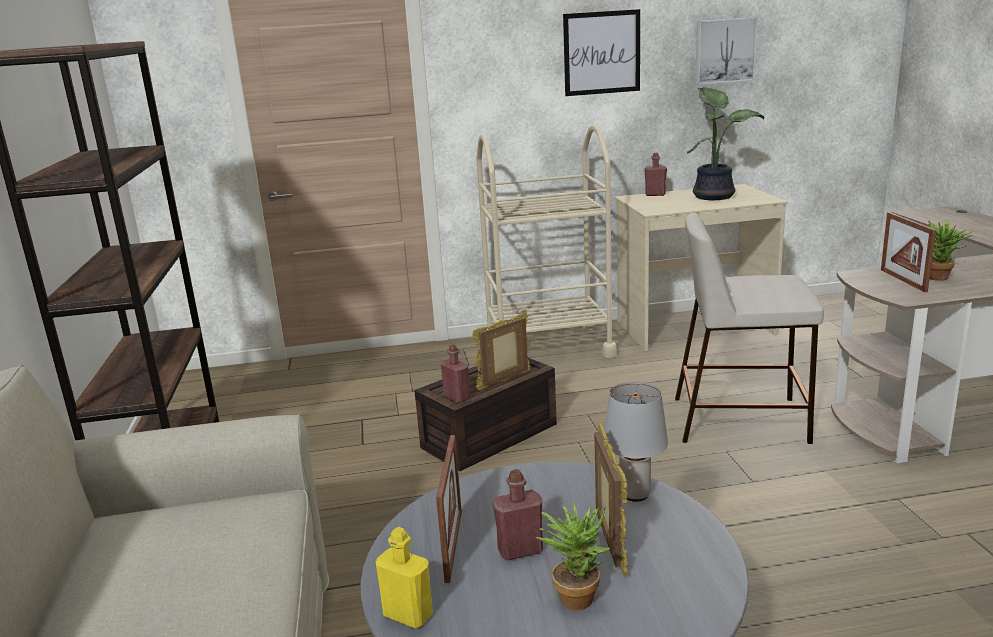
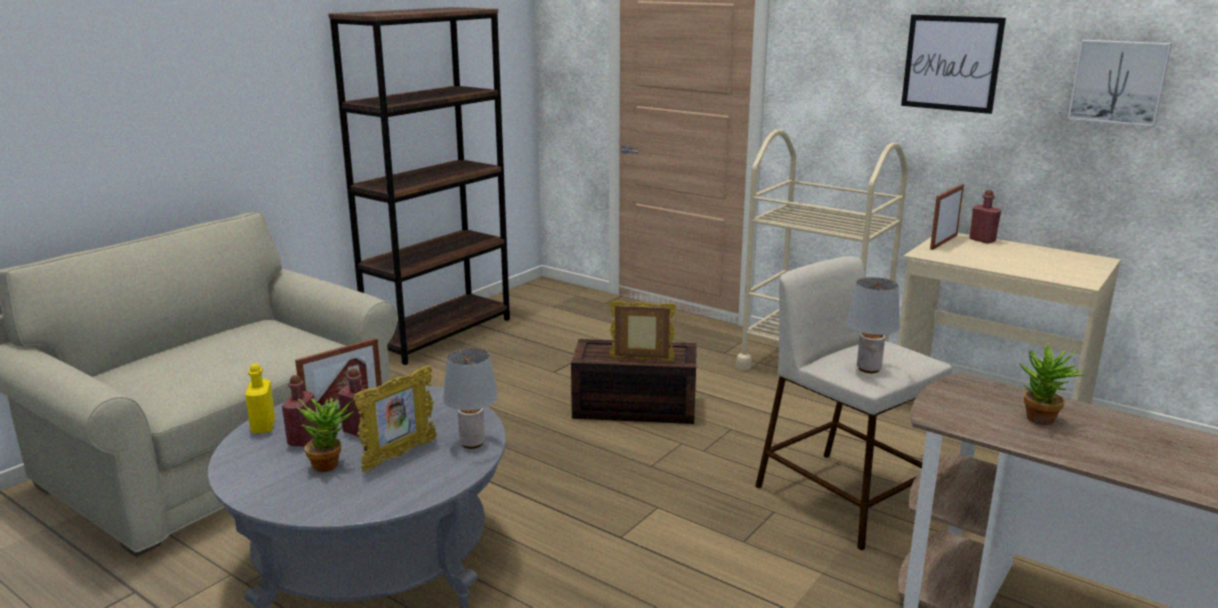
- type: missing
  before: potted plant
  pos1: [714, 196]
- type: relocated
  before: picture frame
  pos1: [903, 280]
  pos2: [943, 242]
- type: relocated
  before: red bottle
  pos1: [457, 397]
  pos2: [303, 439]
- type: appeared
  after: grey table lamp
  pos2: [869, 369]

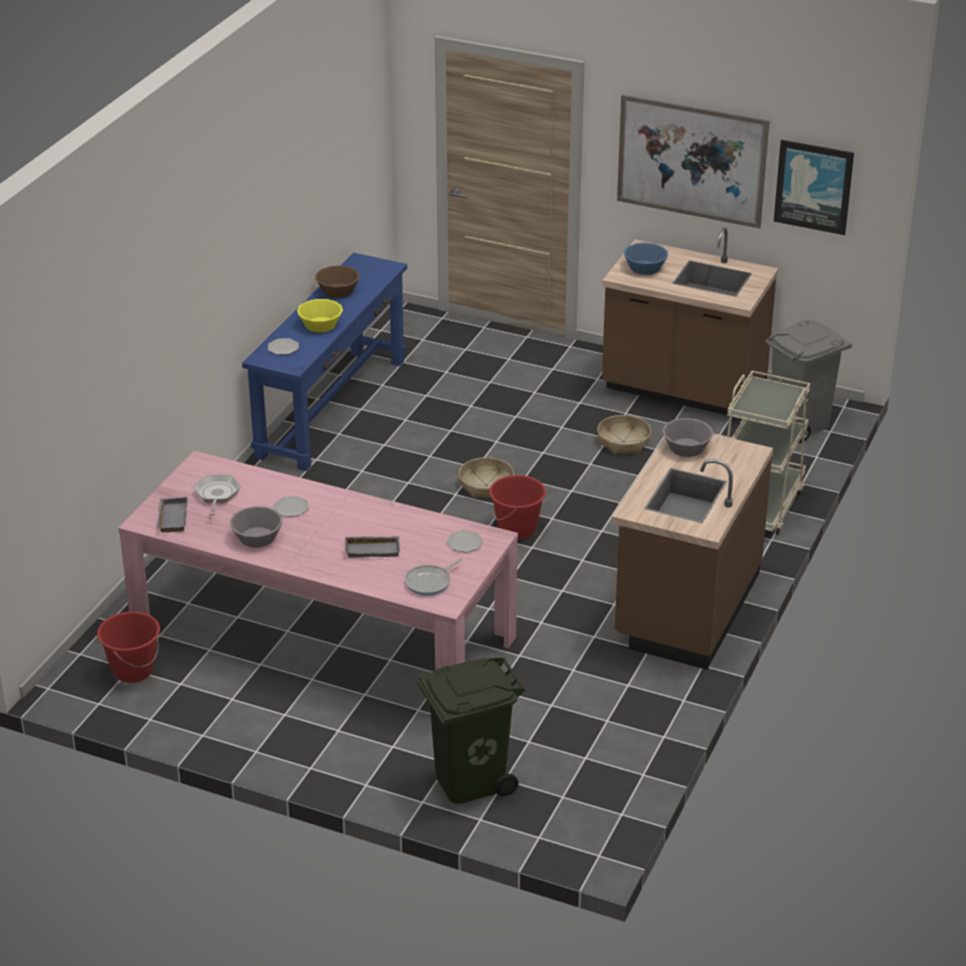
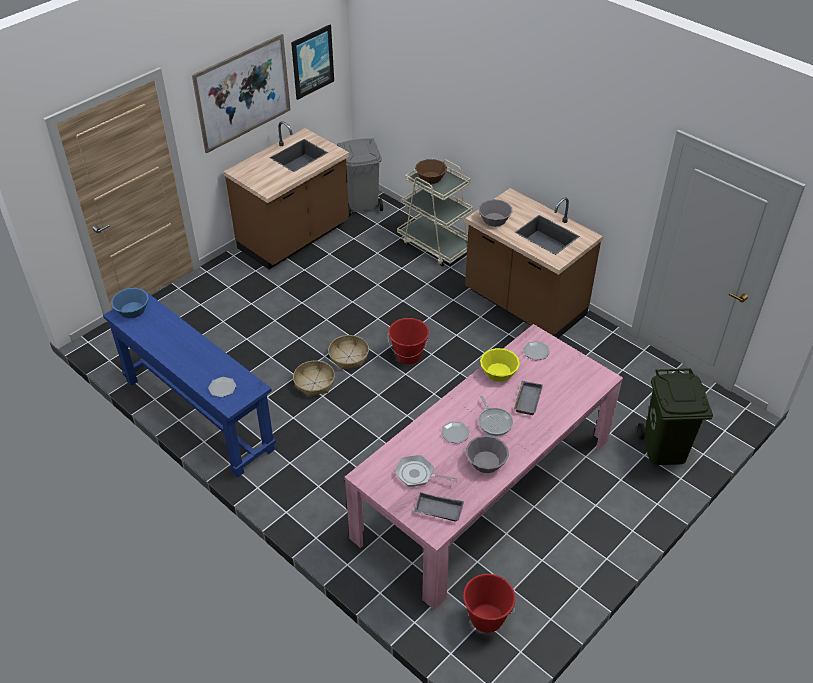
- type: relocated
  before: blue bowl
  pos1: [644, 267]
  pos2: [132, 310]
- type: relocated
  before: brown bowl
  pos1: [338, 290]
  pos2: [430, 177]
- type: relocated
  before: yellow bowl
  pos1: [320, 324]
  pos2: [499, 372]
- type: relocated
  before: basket
  pos1: [623, 441]
  pos2: [314, 383]
- type: relocated
  before: frying pan
  pos1: [430, 582]
  pos2: [494, 422]

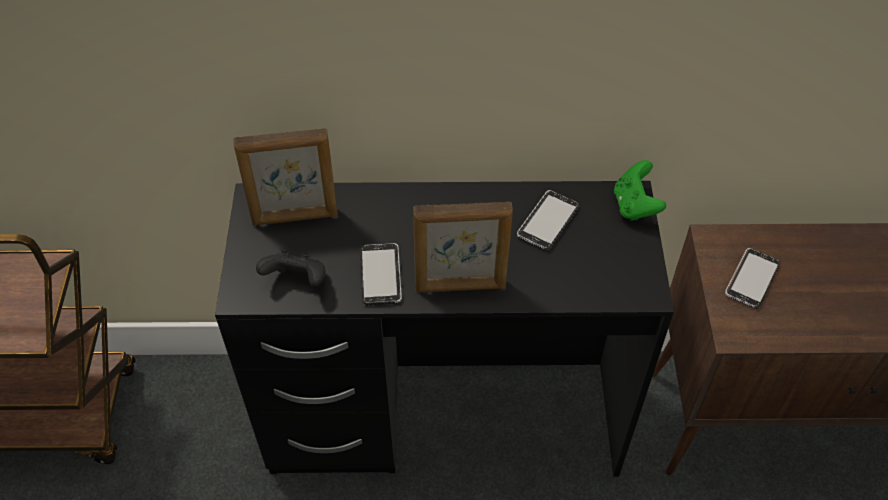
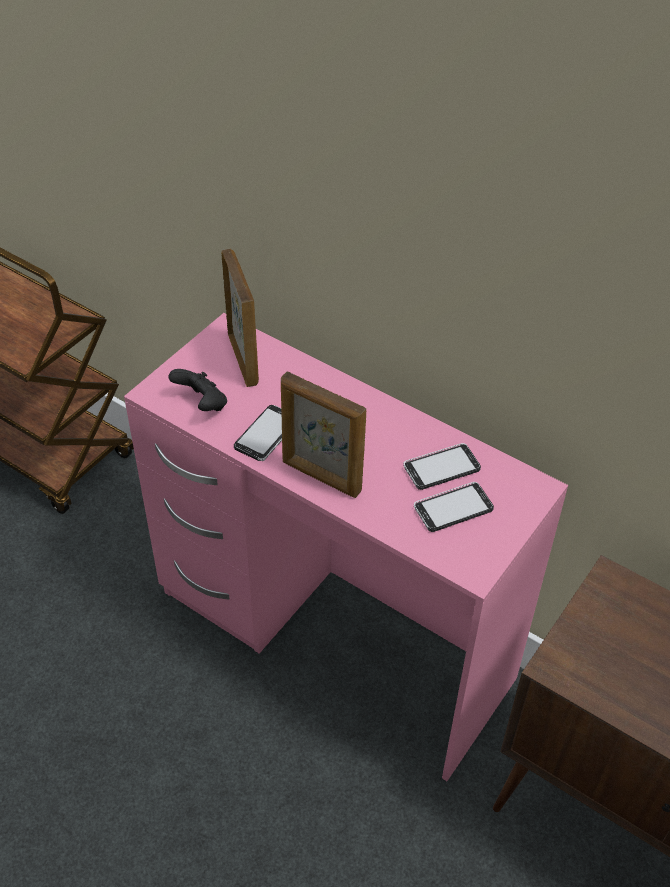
- type: spun
  before: picture frame
  pos1: [295, 217]
  pos2: [243, 359]
  turn: -135
- type: missing
  before: green game controller
  pos1: [635, 206]
- type: colour
  before: black desk
  after: pink desk
  pos1: [444, 417]
  pos2: [335, 635]
- type: relocated
  before: phone
  pos1: [752, 279]
  pos2: [453, 508]

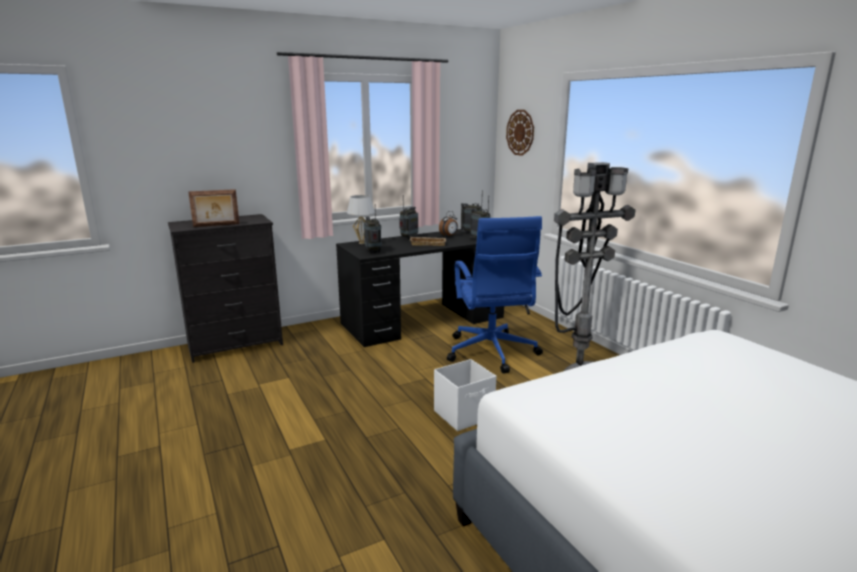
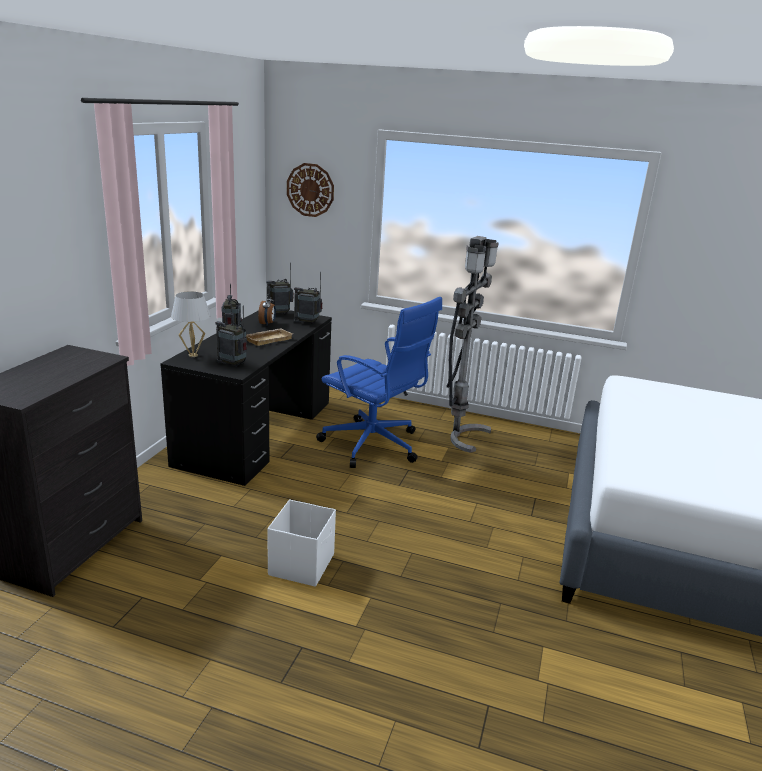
- type: missing
  before: picture frame
  pos1: [216, 225]
- type: relocated
  before: white storage box
  pos1: [464, 414]
  pos2: [302, 564]

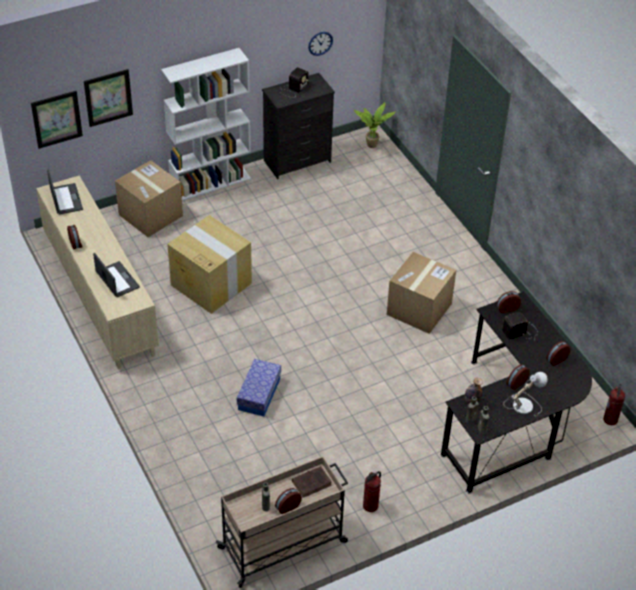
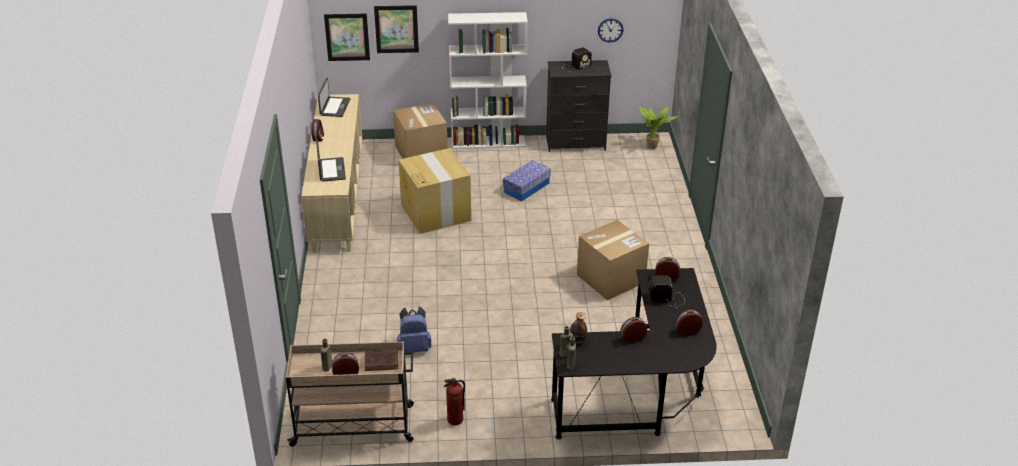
- type: relocated
  before: storage box
  pos1: [259, 394]
  pos2: [526, 187]
- type: missing
  before: table lamp
  pos1: [522, 404]
- type: missing
  before: fire extinguisher
  pos1: [610, 420]
- type: appeared
  after: blue backpack
  pos2: [414, 347]

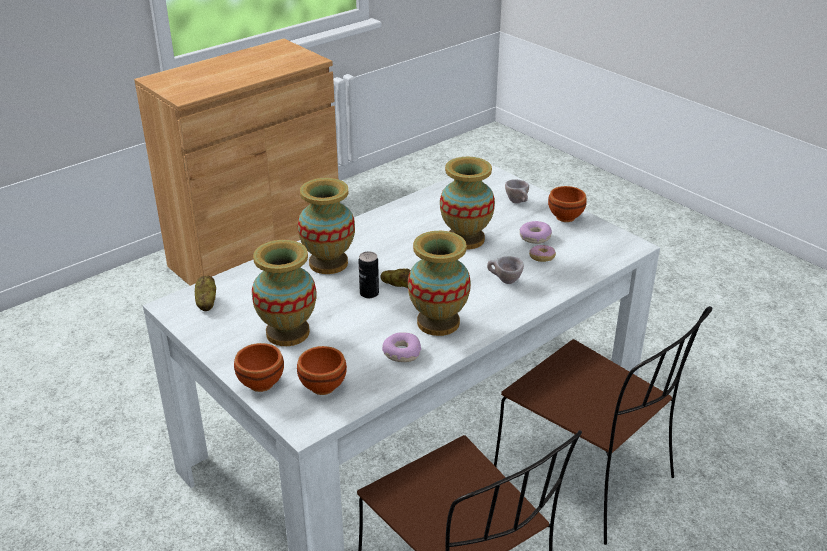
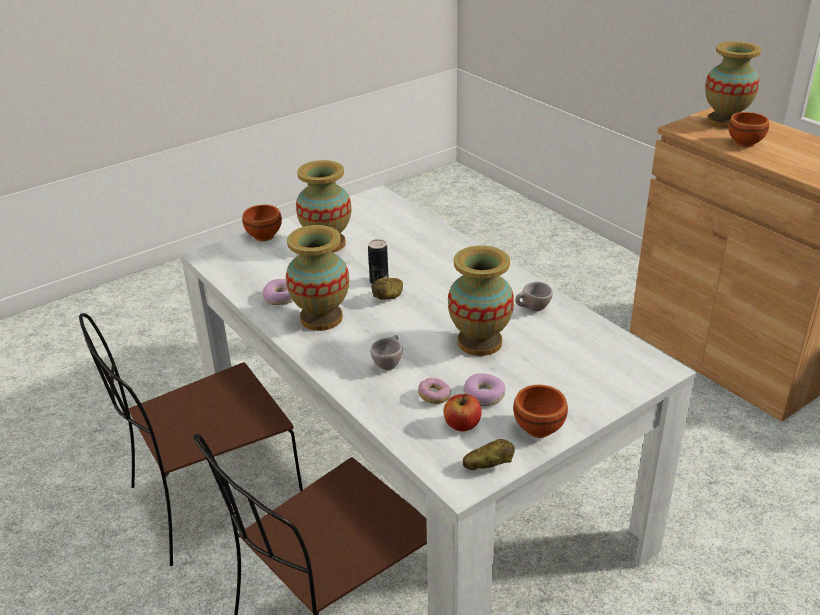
- type: relocated
  before: vase
  pos1: [328, 263]
  pos2: [724, 121]
- type: relocated
  before: beige cup
  pos1: [518, 202]
  pos2: [532, 310]
- type: relocated
  before: potato
  pos1: [206, 302]
  pos2: [488, 465]
- type: relocated
  before: brown bowl
  pos1: [322, 386]
  pos2: [745, 143]
- type: appeared
  after: apple
  pos2: [462, 424]

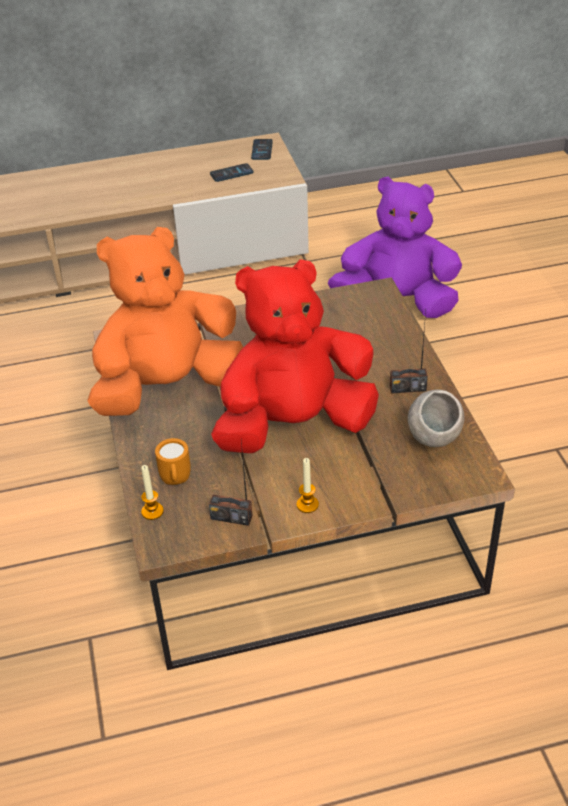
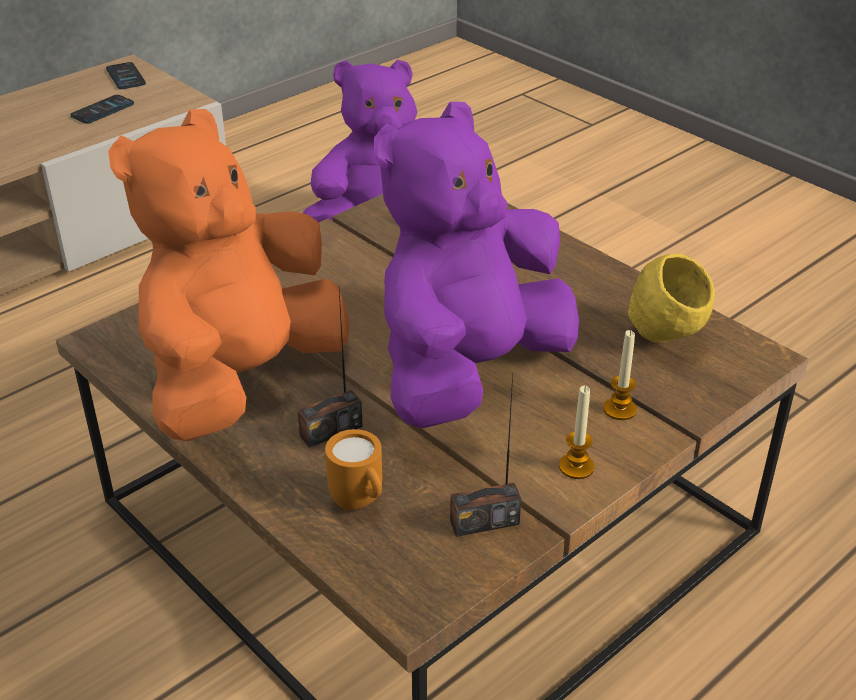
- type: colour
  before: red plush toy
  after: purple plush toy
  pos1: [294, 425]
  pos2: [469, 372]
- type: relocated
  before: radio
  pos1: [407, 388]
  pos2: [331, 431]
- type: colour
  before: grey bowl
  after: yellow bowl
  pos1: [433, 443]
  pos2: [665, 337]
- type: relocated
  before: candle
  pos1: [152, 511]
  pos2: [619, 409]

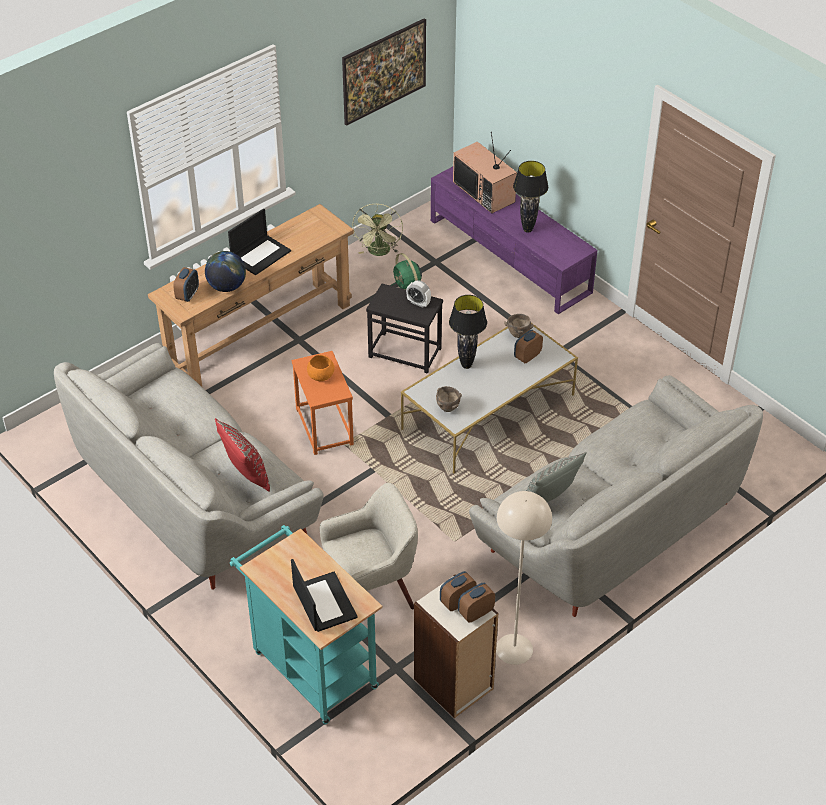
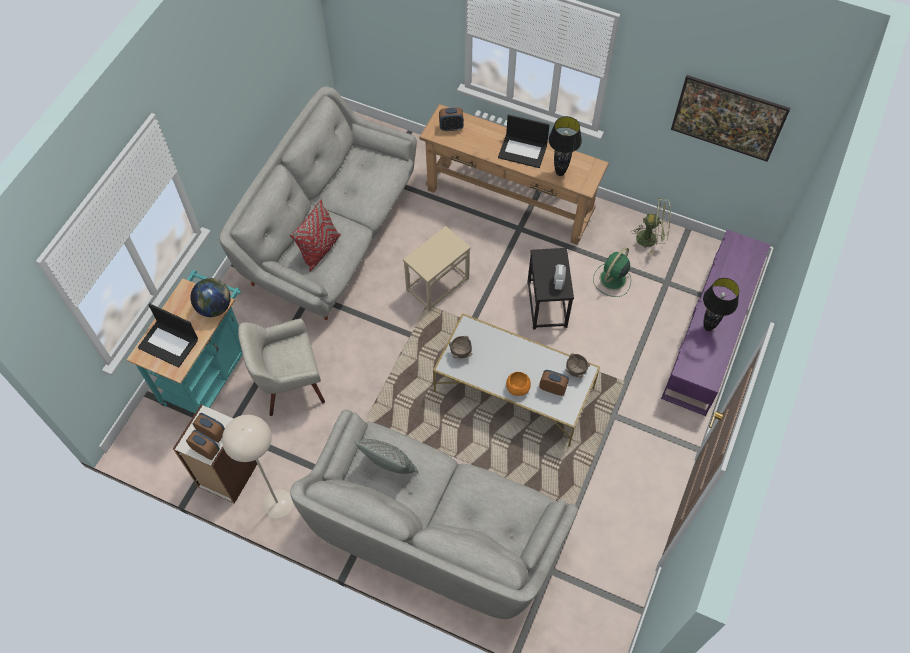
- type: missing
  before: television
  pos1: [485, 192]
- type: spun
  before: green fan
  pos1: [379, 252]
  pos2: [651, 238]
  turn: -150
- type: relocated
  before: globe
  pos1: [227, 287]
  pos2: [215, 307]
- type: relocated
  before: black table lamp
  pos1: [466, 365]
  pos2: [560, 173]
- type: colour
  before: orange side table
  after: beige side table
  pos1: [323, 427]
  pos2: [437, 284]
- type: relocated
  before: orange bowl
  pos1: [320, 376]
  pos2: [517, 388]
- type: spun
  before: beige armchair
  pos1: [371, 593]
  pos2: [290, 385]
  turn: 120
- type: spun
  before: laptop
  pos1: [323, 602]
  pos2: [169, 343]
  turn: 75

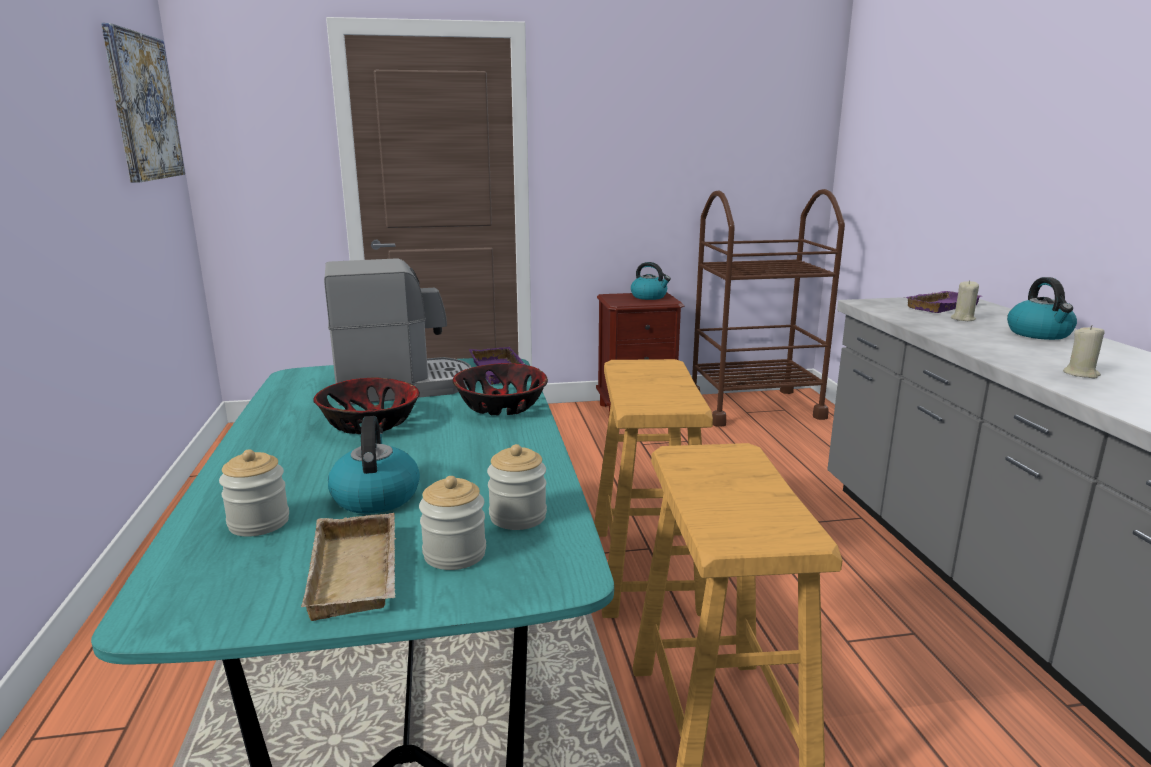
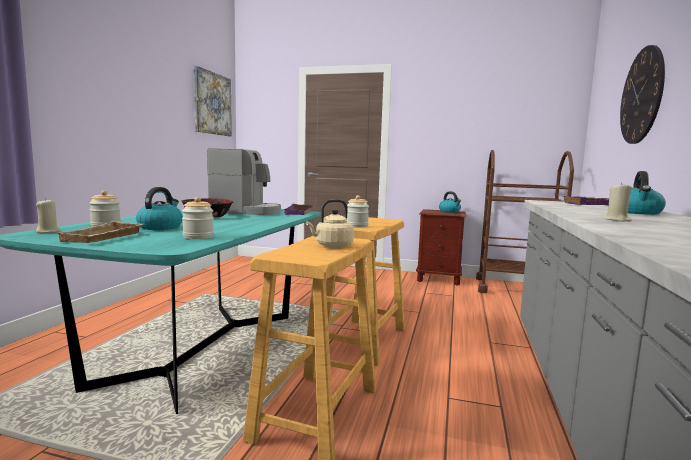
- type: relocated
  before: beige candle
  pos1: [962, 319]
  pos2: [48, 231]
- type: missing
  before: bowl
  pos1: [501, 406]
- type: relocated
  before: jar
  pos1: [454, 554]
  pos2: [357, 226]
- type: appeared
  after: wall clock
  pos2: [641, 96]
- type: appeared
  after: beige kettle
  pos2: [332, 246]

